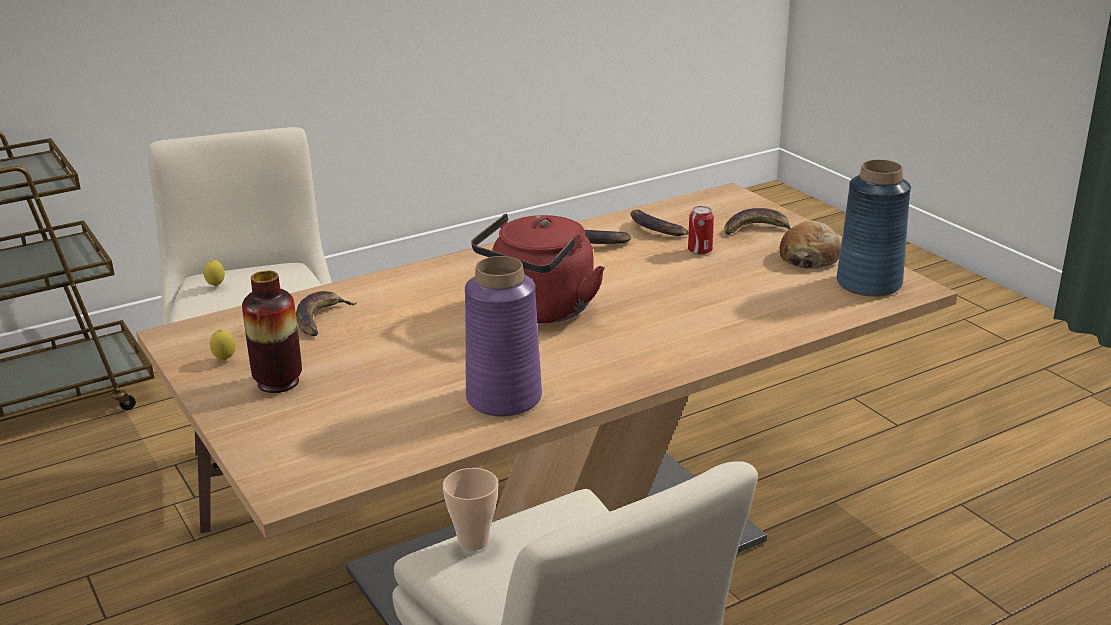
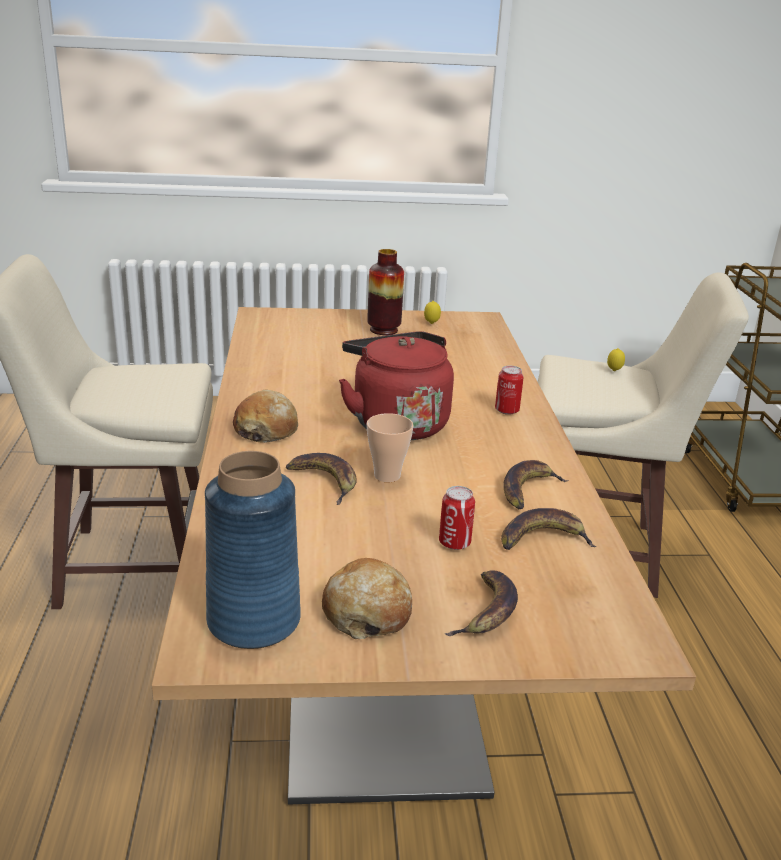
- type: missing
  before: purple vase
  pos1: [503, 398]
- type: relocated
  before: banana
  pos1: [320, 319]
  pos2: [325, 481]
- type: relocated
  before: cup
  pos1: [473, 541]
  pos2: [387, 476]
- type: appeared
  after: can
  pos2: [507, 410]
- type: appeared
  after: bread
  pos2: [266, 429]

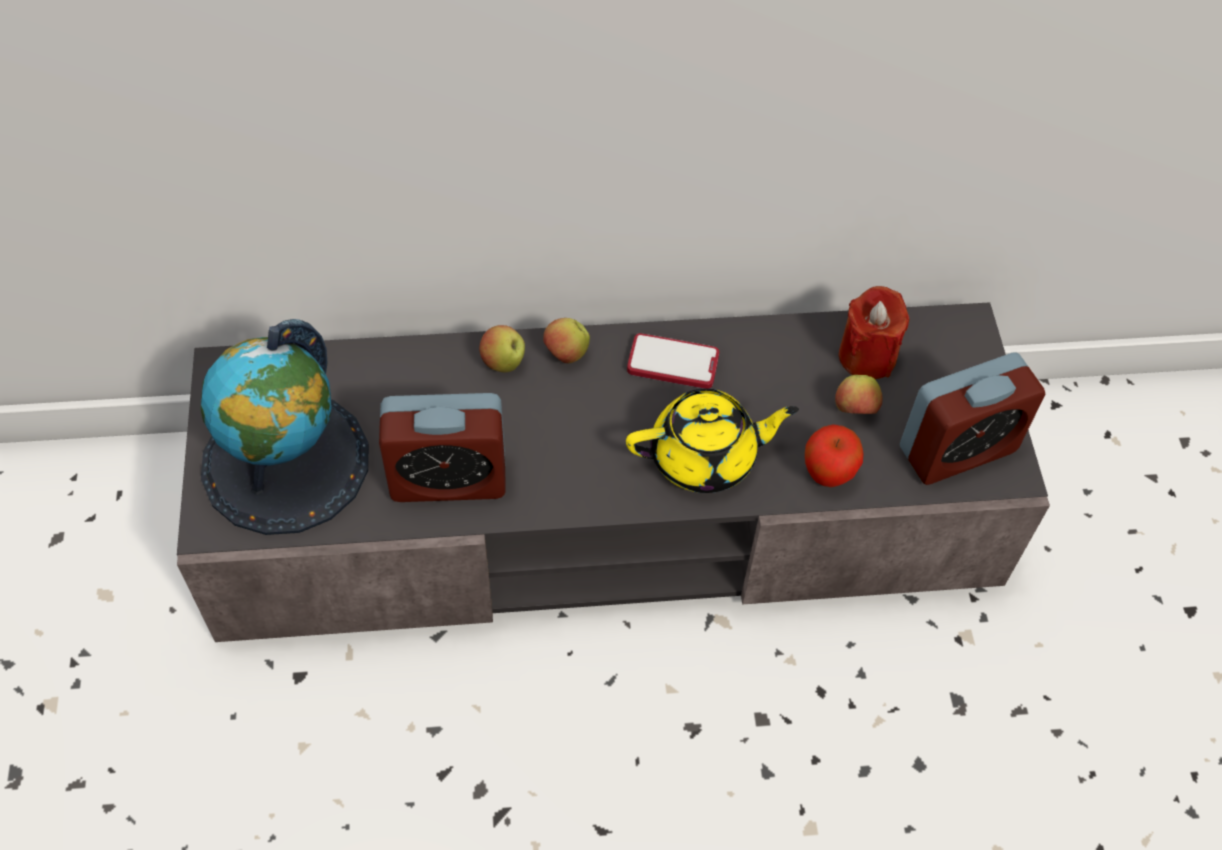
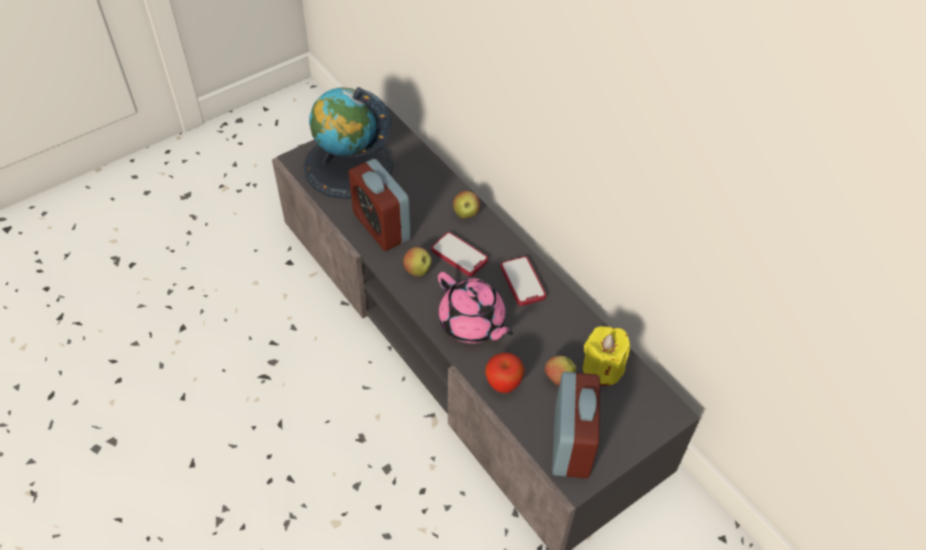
- type: colour
  before: red candle
  after: yellow candle
  pos1: [867, 356]
  pos2: [602, 369]
- type: relocated
  before: apple
  pos1: [566, 354]
  pos2: [418, 271]
- type: spun
  before: alarm clock
  pos1: [957, 450]
  pos2: [571, 444]
  turn: -120
- type: colour
  before: yellow teapot
  after: pink teapot
  pos1: [705, 457]
  pos2: [472, 323]
- type: appeared
  after: phone
  pos2: [459, 255]

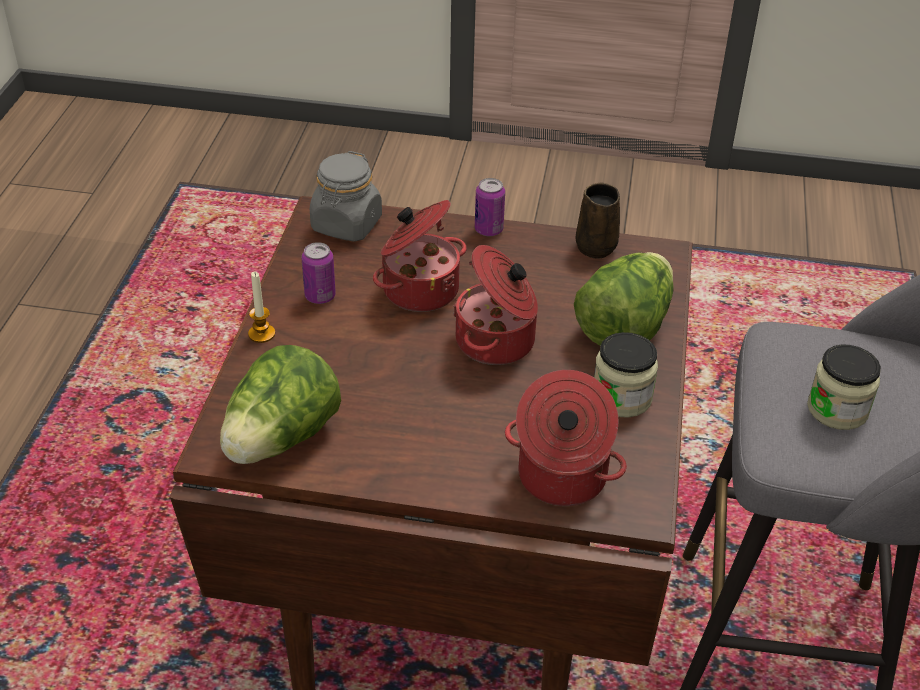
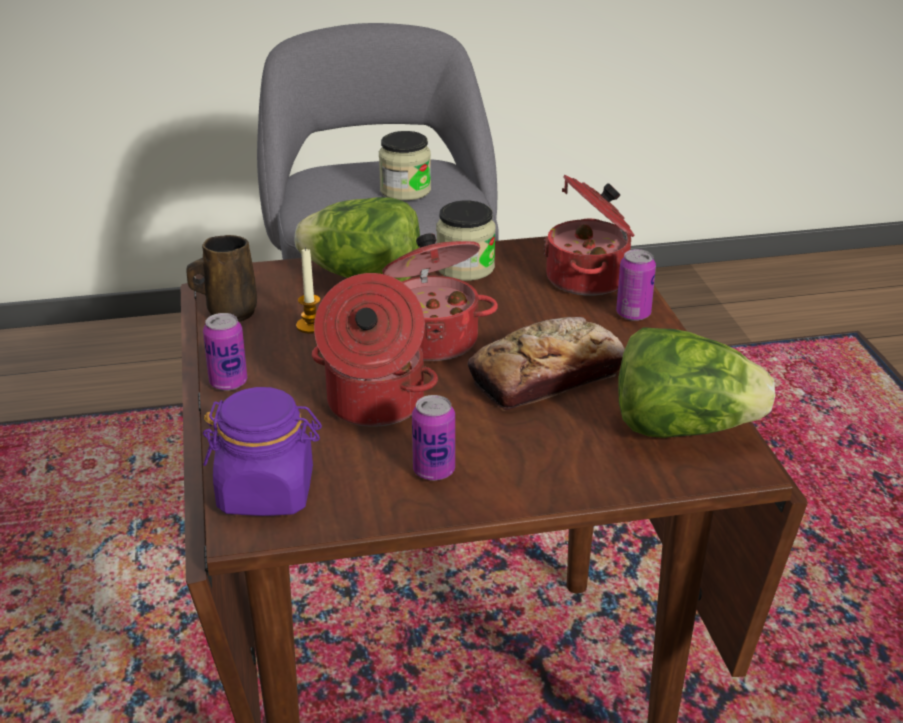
- type: colour
  before: grey jar
  after: purple jar
  pos1: [346, 225]
  pos2: [267, 493]
- type: relocated
  before: candle
  pos1: [261, 334]
  pos2: [311, 326]
- type: appeared
  after: can
  pos2: [633, 314]
- type: appeared
  after: bread
  pos2: [546, 377]

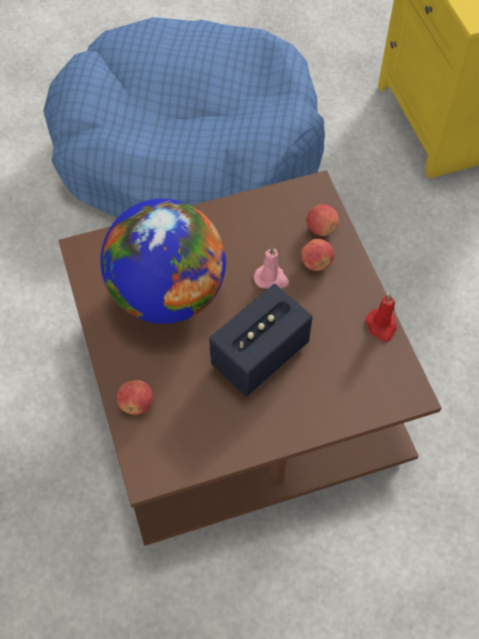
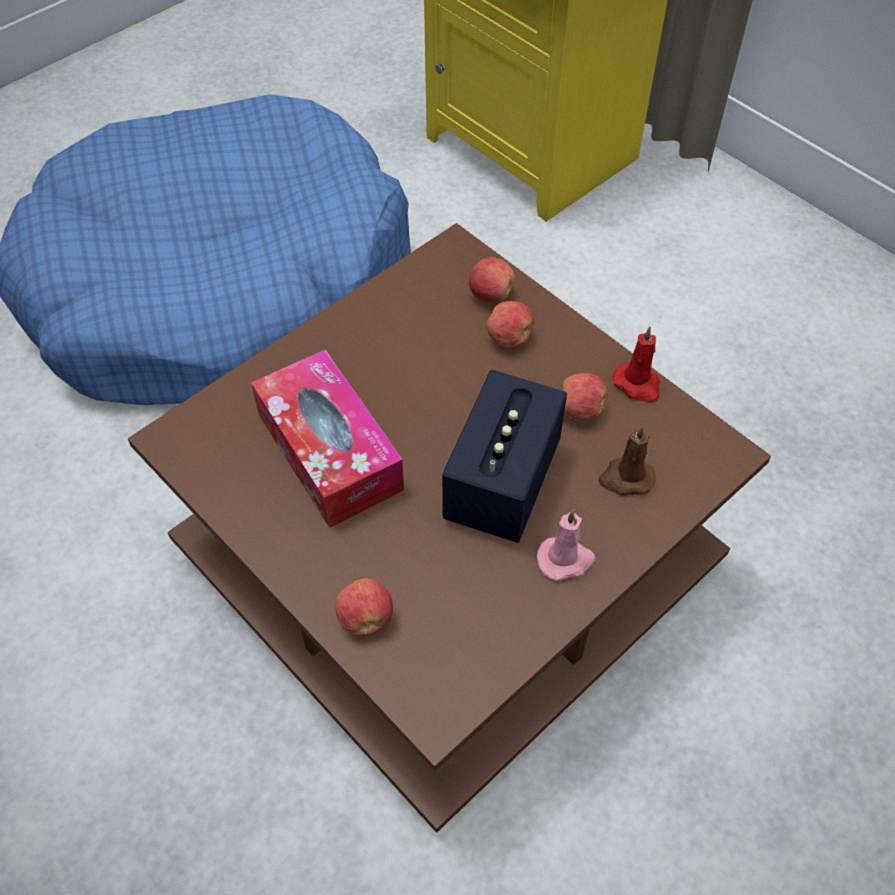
- type: exchanged
  before: globe
  after: tissue box
  pos1: [168, 294]
  pos2: [329, 451]
- type: relocated
  before: pink candle
  pos1: [271, 279]
  pos2: [566, 559]
- type: appeared
  after: apple
  pos2: [581, 411]
- type: appeared
  after: brown candle
  pos2: [626, 478]

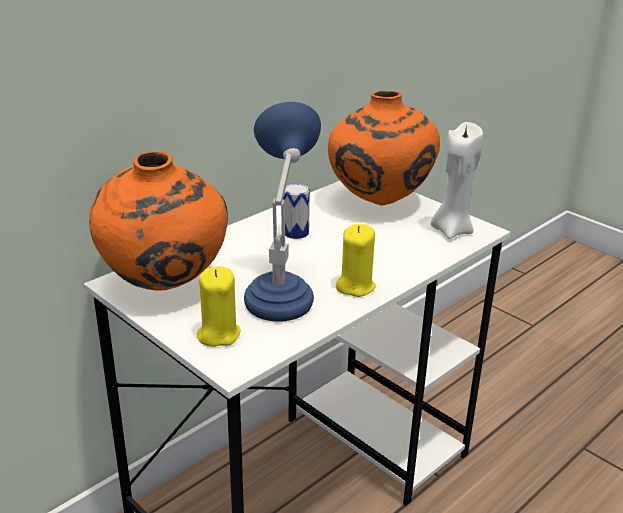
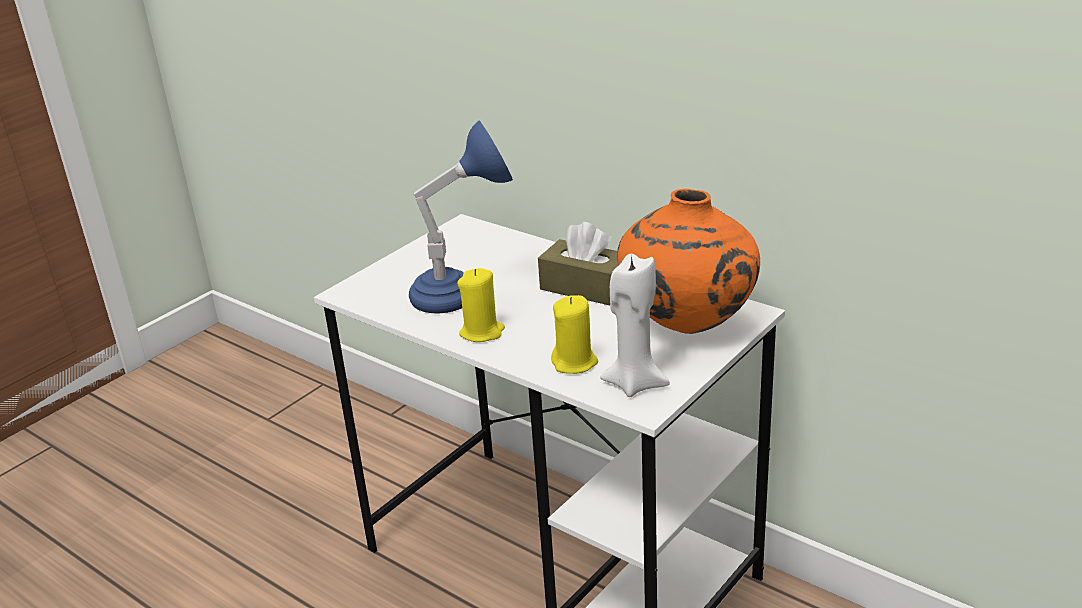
- type: missing
  before: orange vase
  pos1: [165, 285]
- type: exchanged
  before: can
  after: brown tissue box
  pos1: [295, 233]
  pos2: [586, 288]
- type: relocated
  before: yellow candle
  pos1: [218, 334]
  pos2: [575, 363]

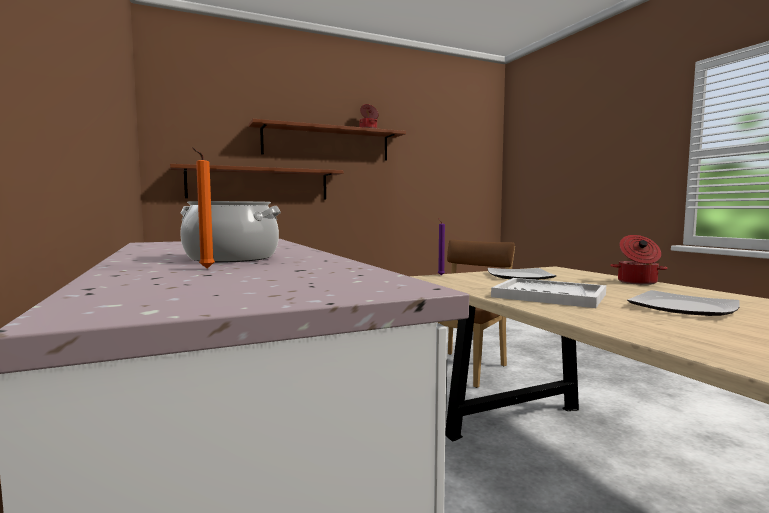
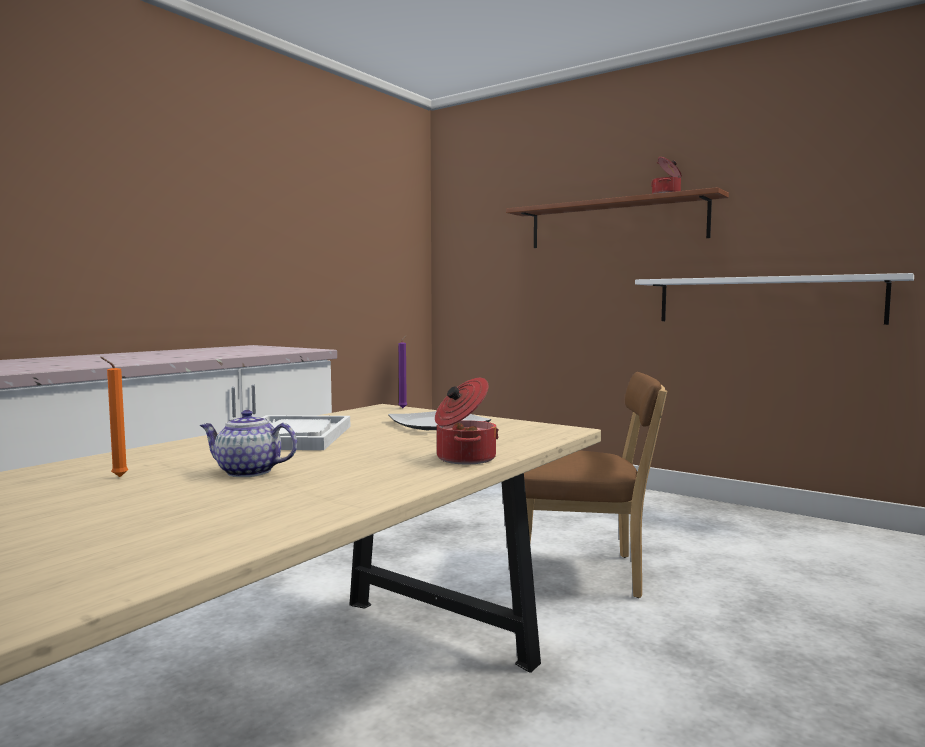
- type: relocated
  before: orange candle
  pos1: [205, 268]
  pos2: [117, 477]
- type: missing
  before: brown shelf
  pos1: [259, 184]
- type: missing
  before: cooking pot
  pos1: [231, 258]
- type: exchanged
  before: plate
  after: teapot
  pos1: [683, 308]
  pos2: [247, 472]
- type: appeared
  after: white shelf
  pos2: [765, 300]

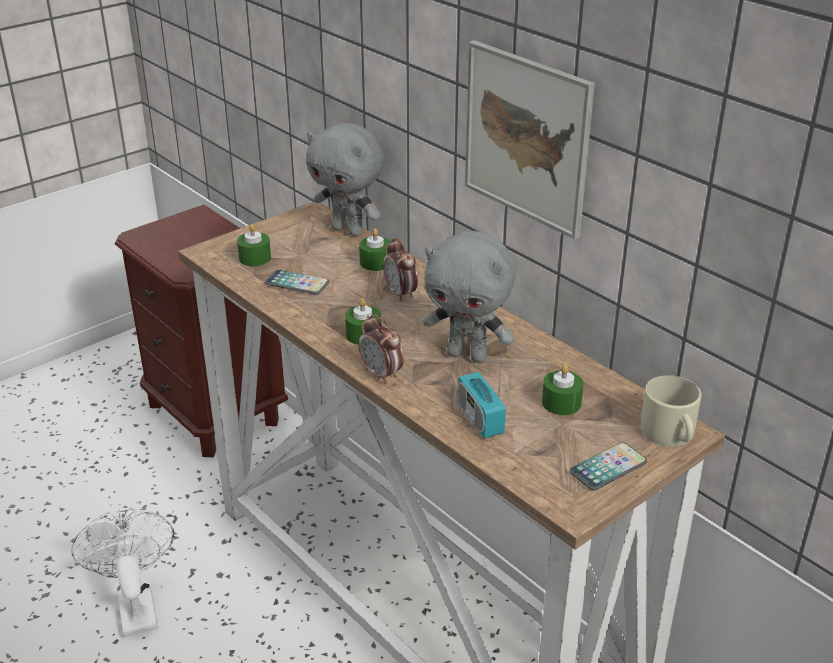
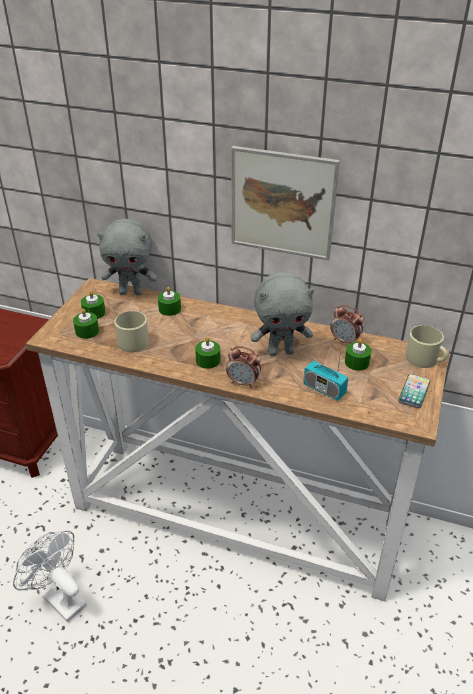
- type: relocated
  before: alarm clock
  pos1: [400, 294]
  pos2: [345, 341]
- type: exchanged
  before: phone
  after: beige mug
  pos1: [297, 283]
  pos2: [133, 340]
- type: appeared
  after: green candle
  pos2: [94, 313]

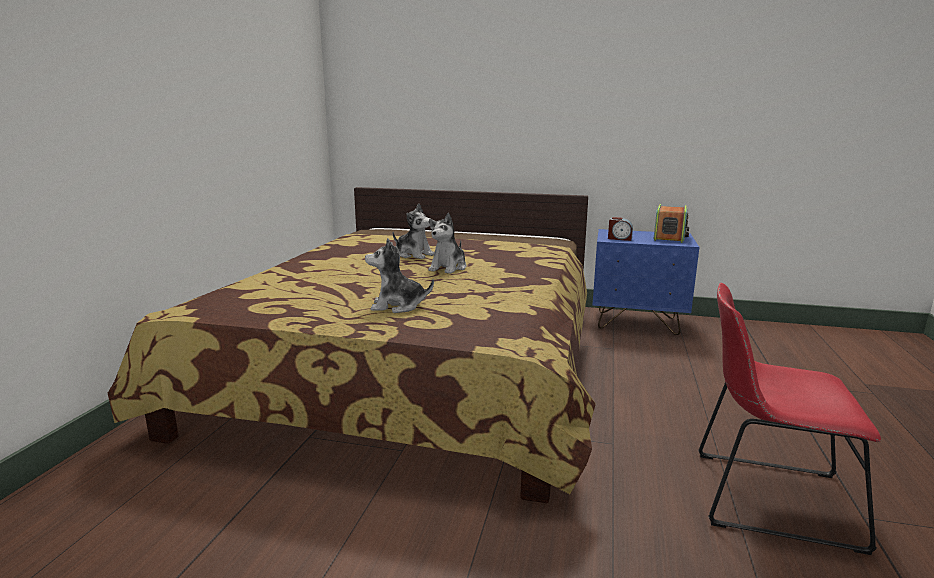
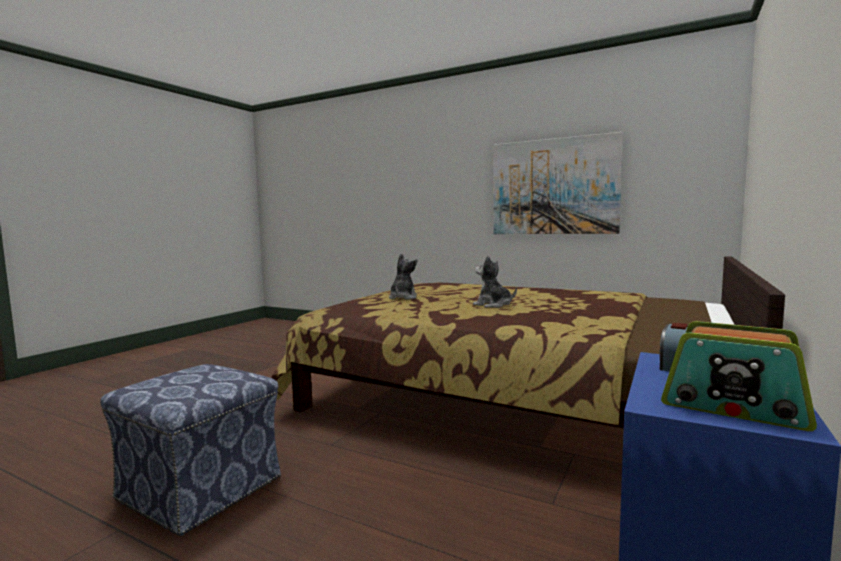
- type: missing
  before: plush toy
  pos1: [414, 255]
- type: exchanged
  before: red chair
  after: ottoman
  pos1: [765, 497]
  pos2: [201, 488]
- type: appeared
  after: picture
  pos2: [553, 187]

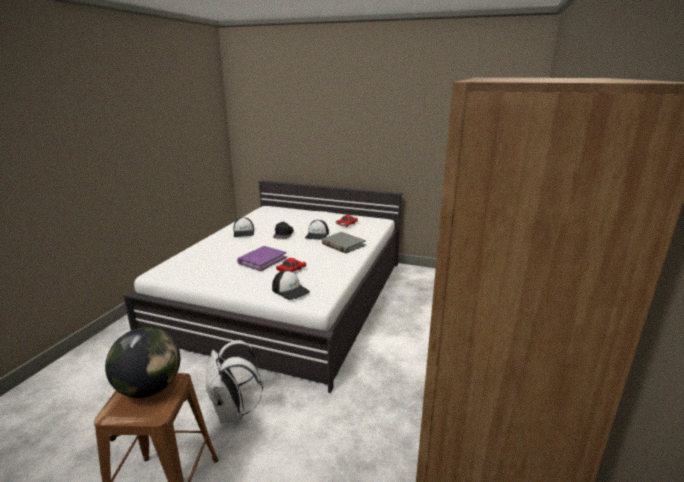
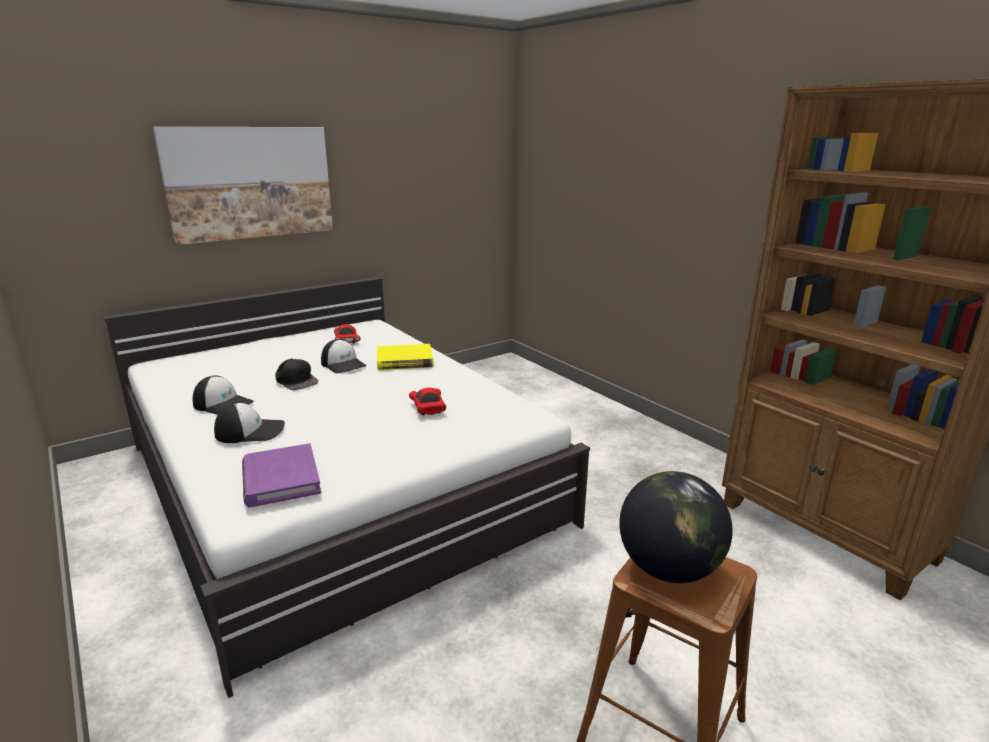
- type: colour
  before: grey book
  after: yellow book
  pos1: [343, 244]
  pos2: [404, 360]
- type: relocated
  before: purple book
  pos1: [262, 260]
  pos2: [280, 479]
- type: relocated
  before: cap
  pos1: [290, 290]
  pos2: [251, 431]
- type: missing
  before: white backpack
  pos1: [233, 412]
- type: appeared
  after: picture
  pos2: [250, 183]

